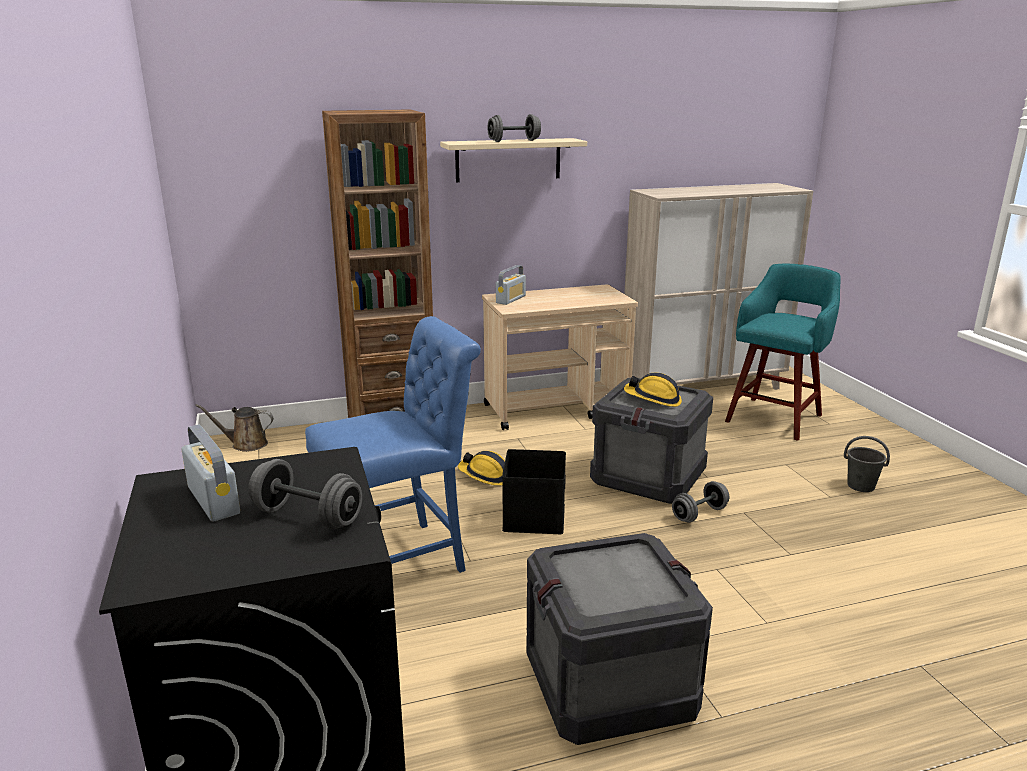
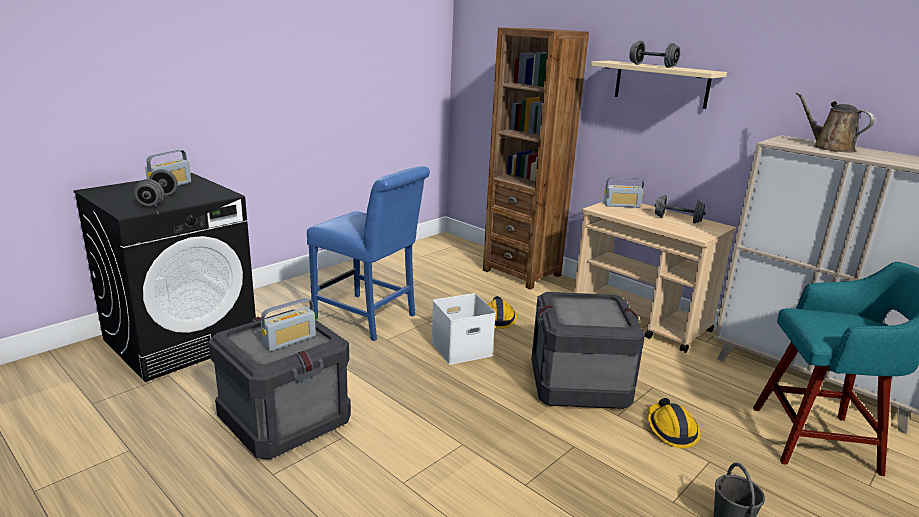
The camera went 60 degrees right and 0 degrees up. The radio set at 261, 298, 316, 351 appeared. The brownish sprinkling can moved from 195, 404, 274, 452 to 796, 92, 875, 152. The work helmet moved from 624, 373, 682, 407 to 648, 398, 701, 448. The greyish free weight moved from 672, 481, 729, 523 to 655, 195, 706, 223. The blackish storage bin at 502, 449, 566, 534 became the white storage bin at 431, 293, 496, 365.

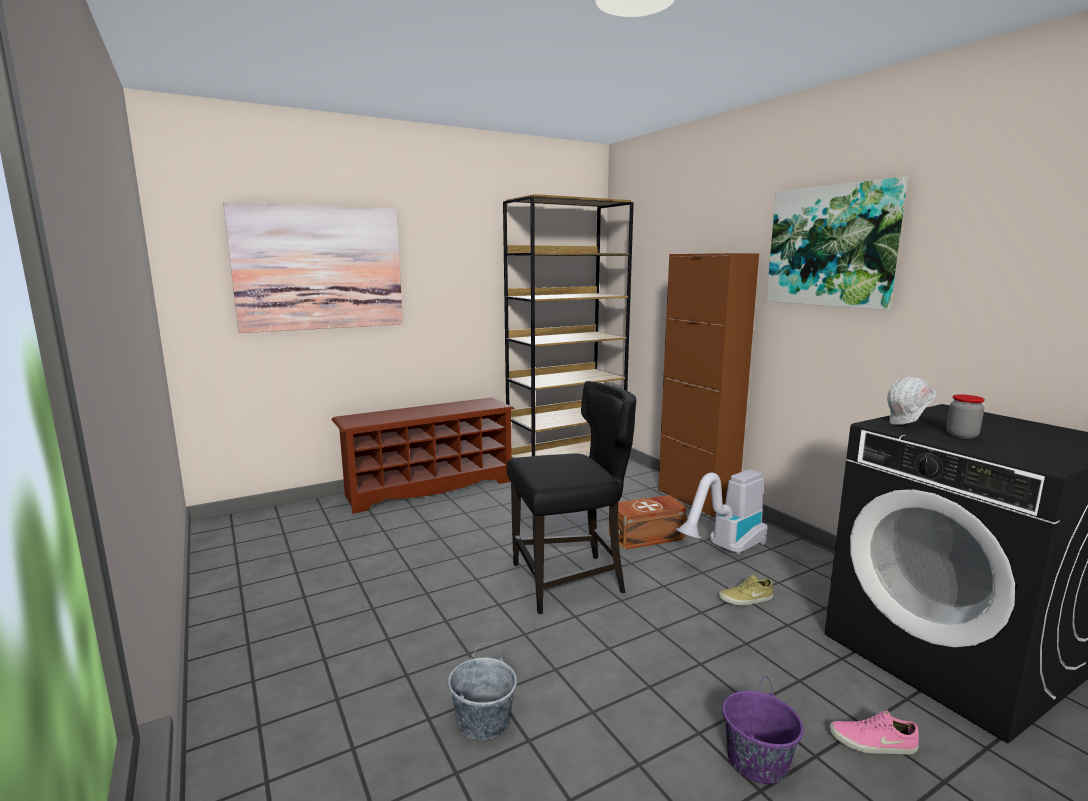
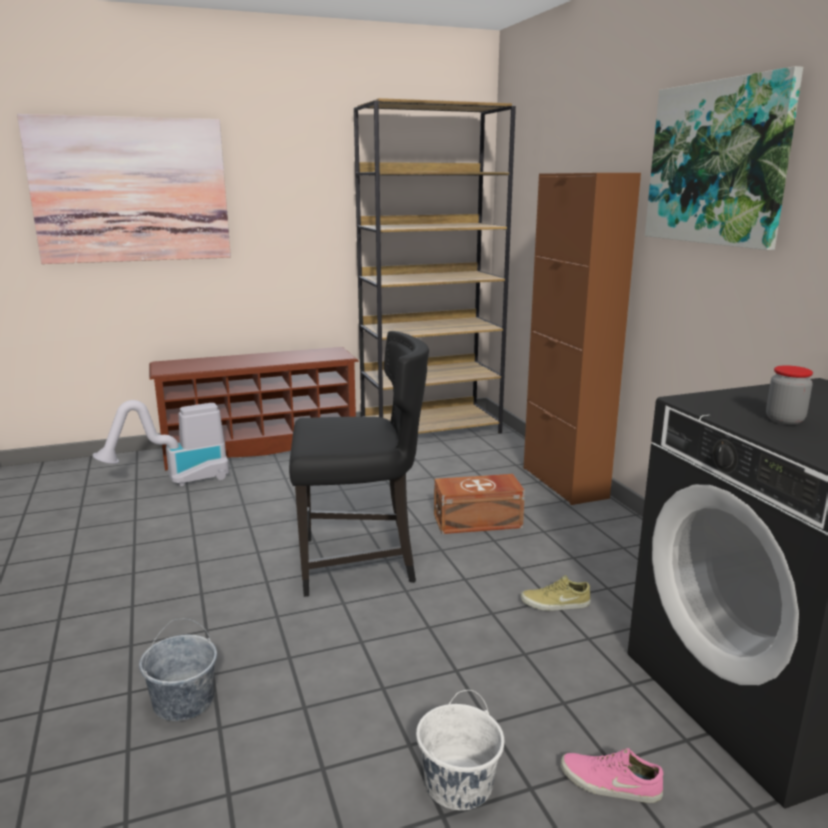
The camera went 10 degrees right and 5 degrees up. The white work helmet at 887, 377, 937, 425 disappeared. The vacuum cleaner moved from 676, 469, 767, 555 to 93, 400, 229, 486. The purple pail at 722, 676, 804, 784 became the white pail at 416, 690, 504, 811.

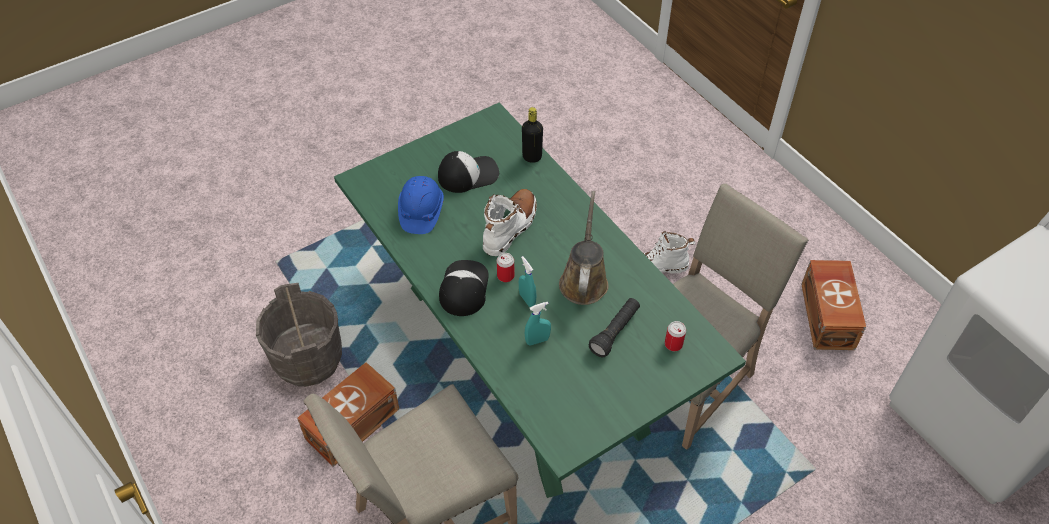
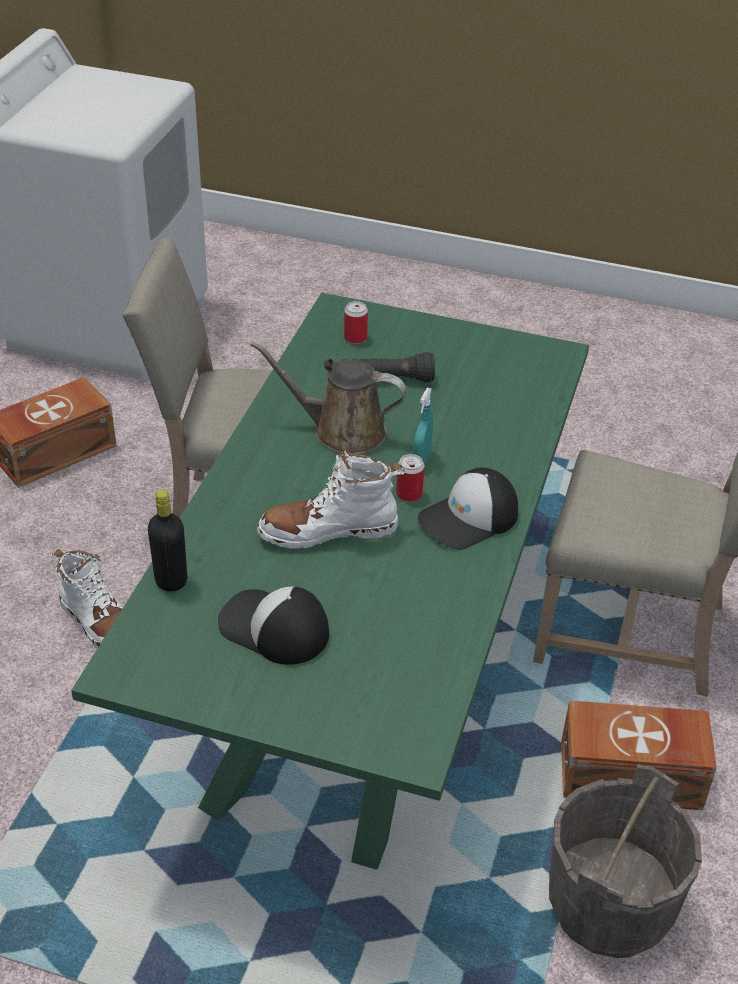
The camera went 130 degrees left and 10 degrees down. The blue-coloured work helmet at 398, 176, 444, 234 disappeared. The blue-green sprayer at 525, 302, 551, 345 disappeared. The brownish sprinkling can at 559, 191, 608, 305 turned 45 degrees clockwise.

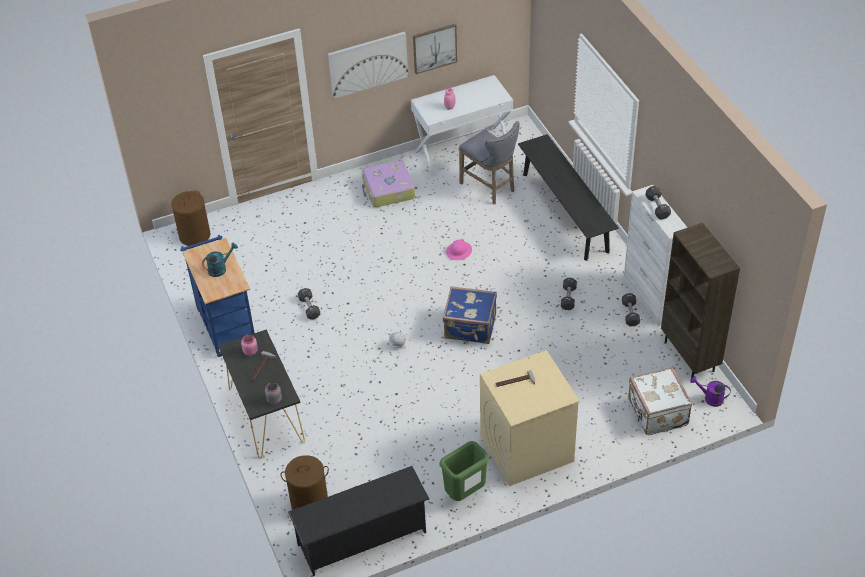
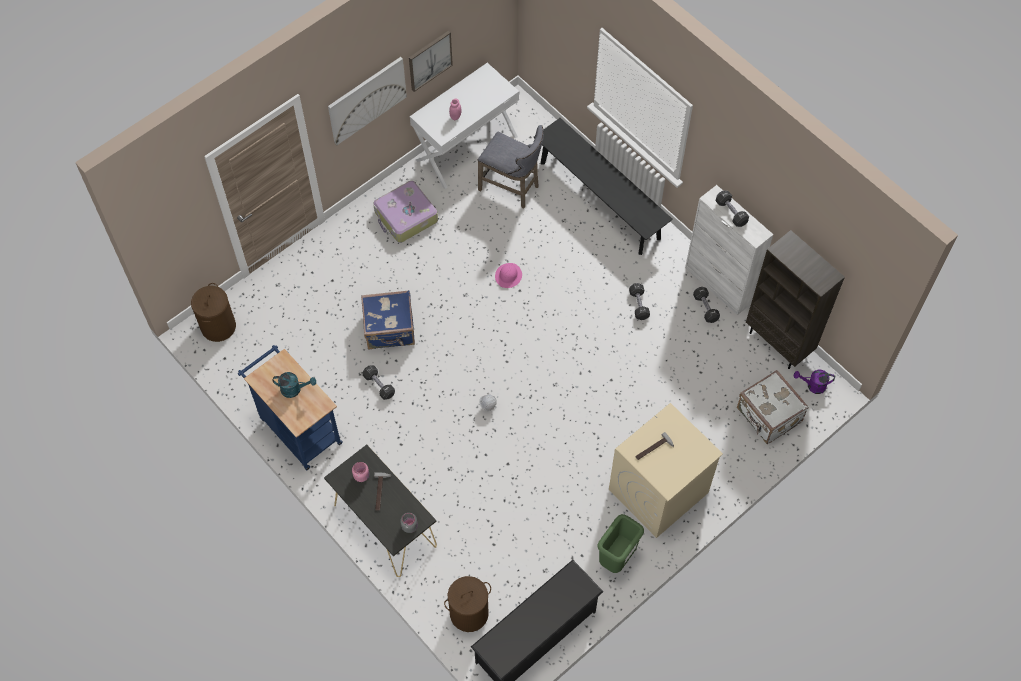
The camera went 20 degrees left and 15 degrees up. The blue-coloured suitcase moved from 443, 286, 497, 344 to 361, 290, 415, 349. The blue-green sprinkling can at 202, 243, 238, 277 turned 60 degrees clockwise.

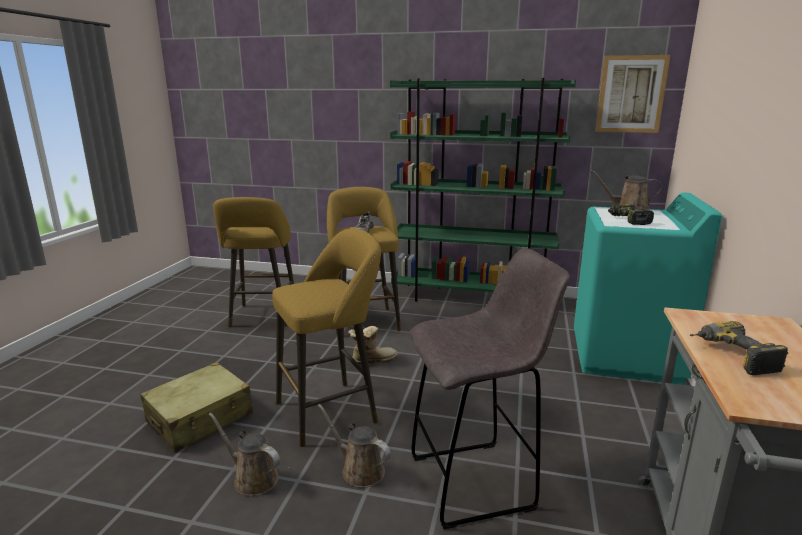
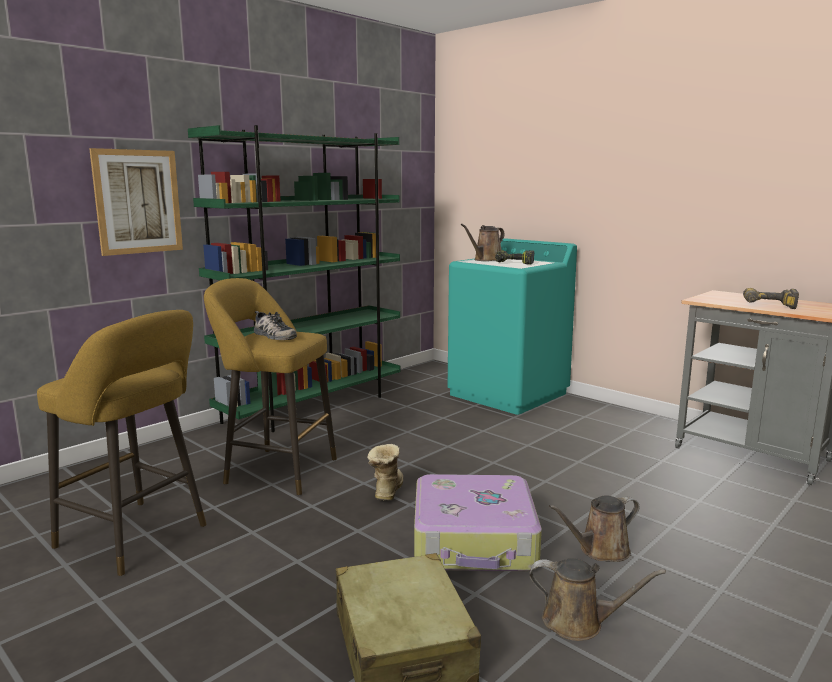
The camera went 60 degrees left and 5 degrees down. The greyish sitting stool at 409, 248, 570, 529 disappeared. The wall picture moved from 595, 55, 670, 133 to 89, 148, 183, 256. The yellowish sitting stool at 272, 228, 381, 447 was replaced by the suitcase at 414, 474, 542, 571. The brownish sprinkling can at 209, 412, 280, 496 turned 135 degrees counterclockwise.

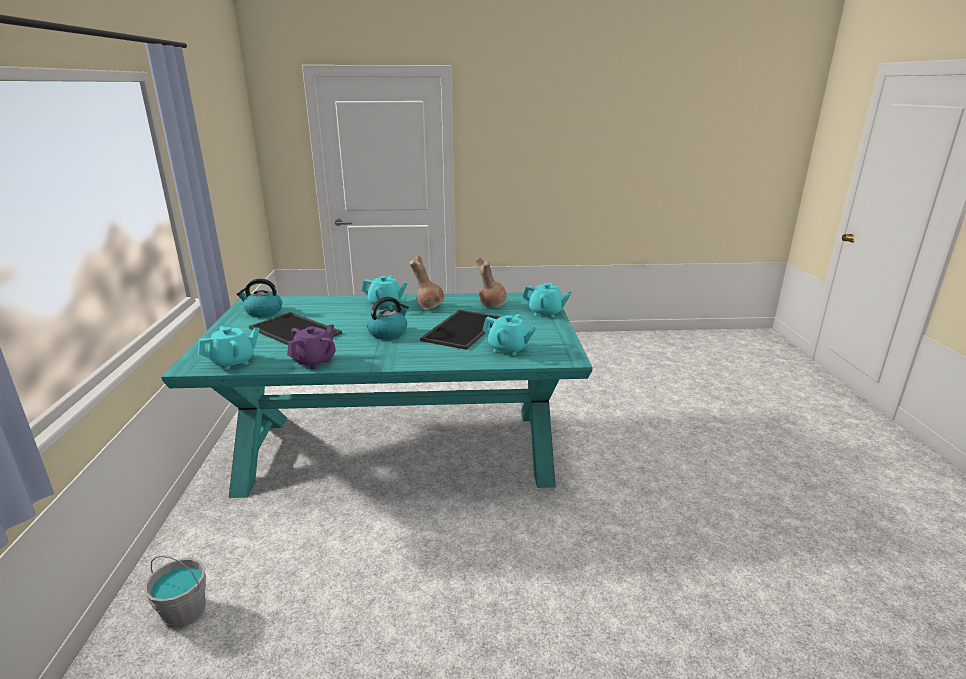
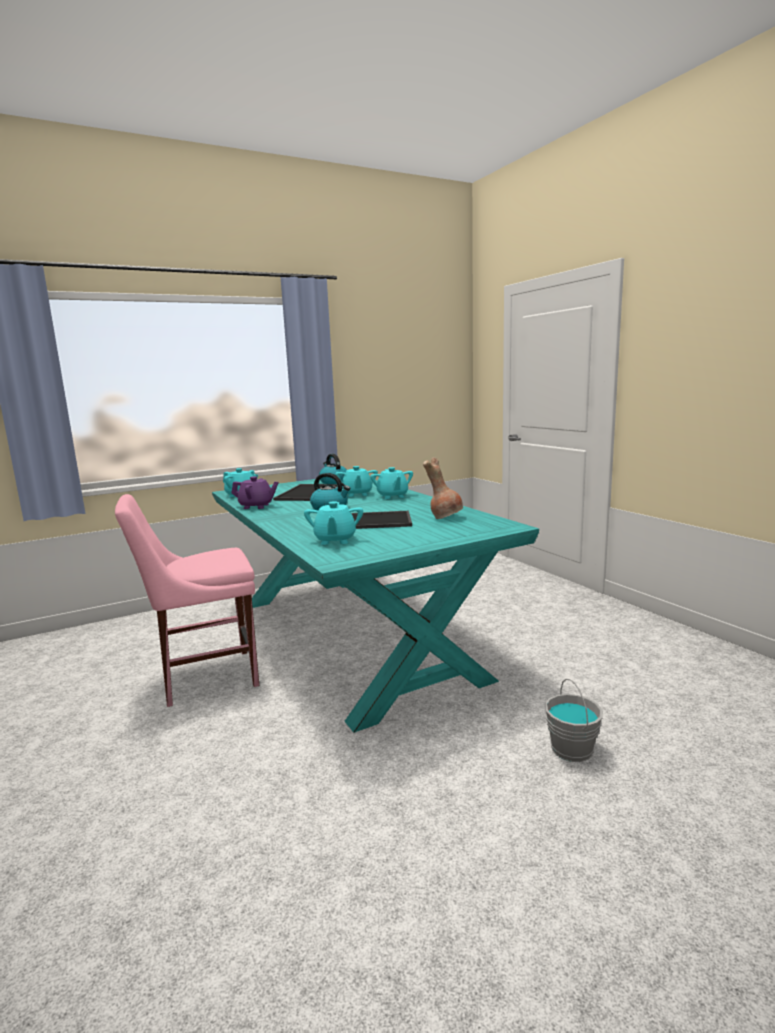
The camera went 65 degrees right and 10 degrees down. The brownish vase at 410, 256, 445, 310 disappeared. The pink-coloured upright chair at 115, 494, 259, 707 appeared. The greyish pail moved from 144, 556, 206, 628 to 544, 679, 603, 762. The blue-green teapot moved from 523, 283, 572, 318 to 335, 466, 378, 497.

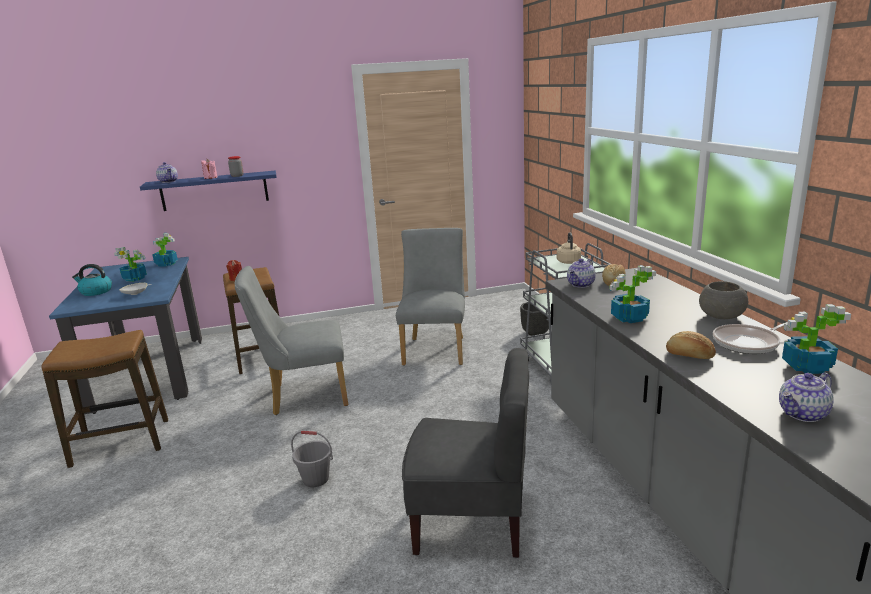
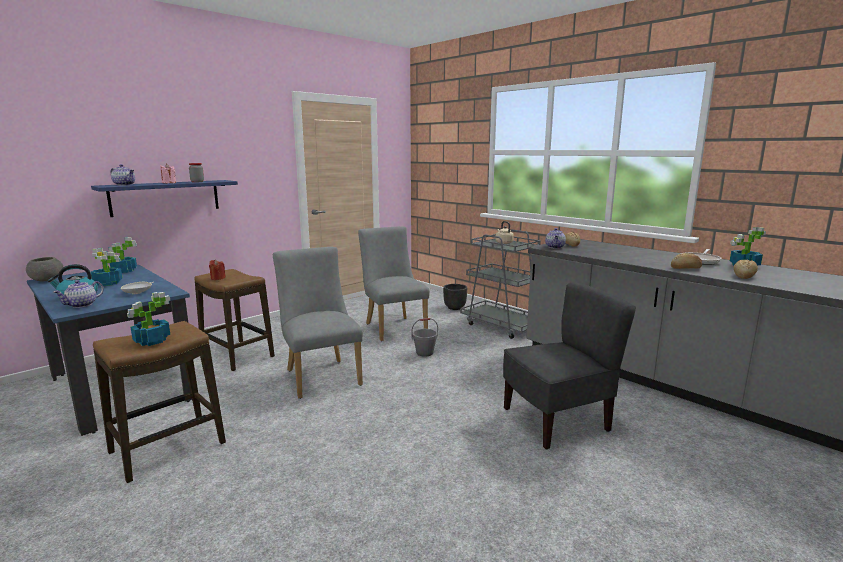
The camera went 30 degrees left and 5 degrees down. The bread at 734, 260, 758, 279 appeared. The greyish pail moved from 291, 431, 333, 487 to 412, 318, 438, 357. The potted plant moved from 609, 265, 656, 323 to 127, 292, 170, 346. The greyish bowl moved from 699, 281, 748, 319 to 26, 257, 63, 282. The teapot moved from 779, 373, 834, 422 to 54, 280, 104, 308. The greyish upright chair at 235, 266, 348, 415 turned 105 degrees clockwise.

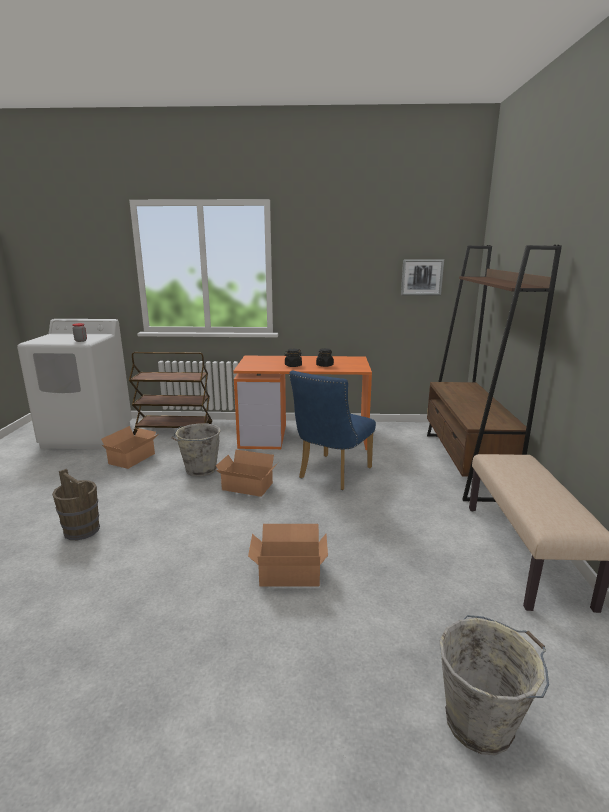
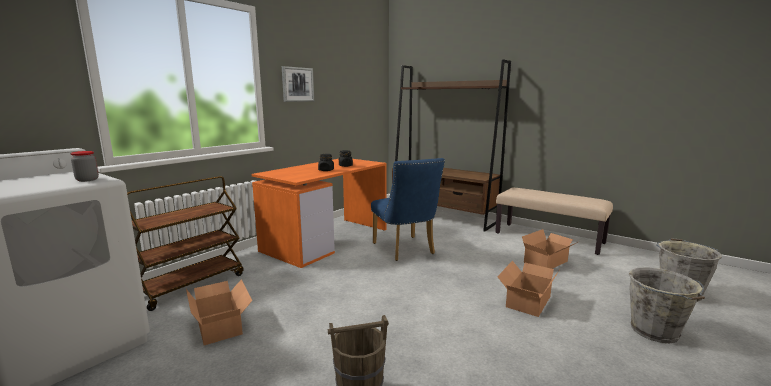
The camera went 55 degrees left and 5 degrees down. The greyish pail moved from 171, 423, 221, 477 to 629, 267, 705, 343. The cardboard box moved from 216, 450, 278, 497 to 522, 229, 578, 269. The wall picture moved from 401, 259, 444, 296 to 282, 66, 314, 102.

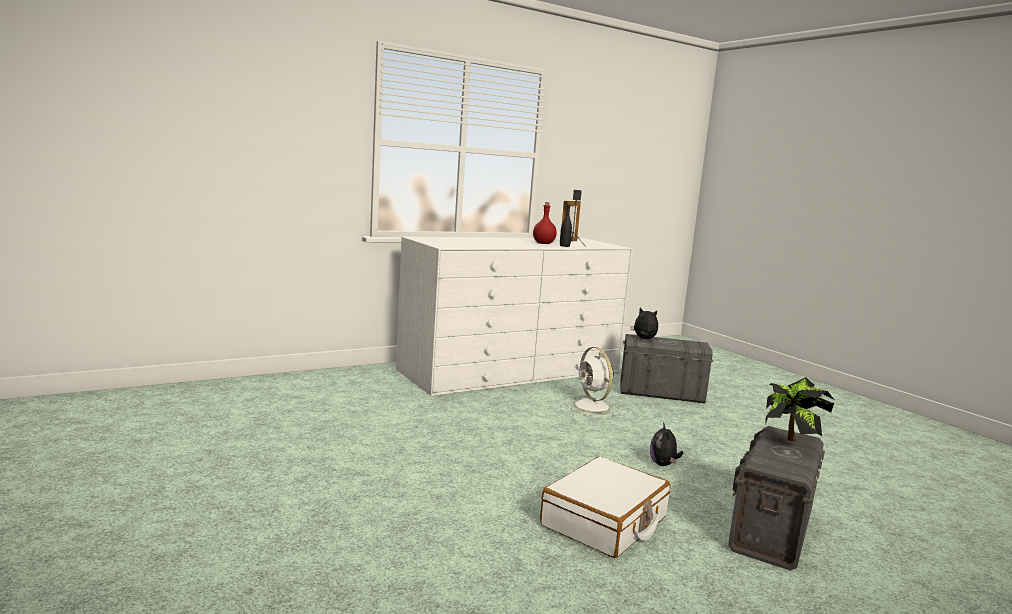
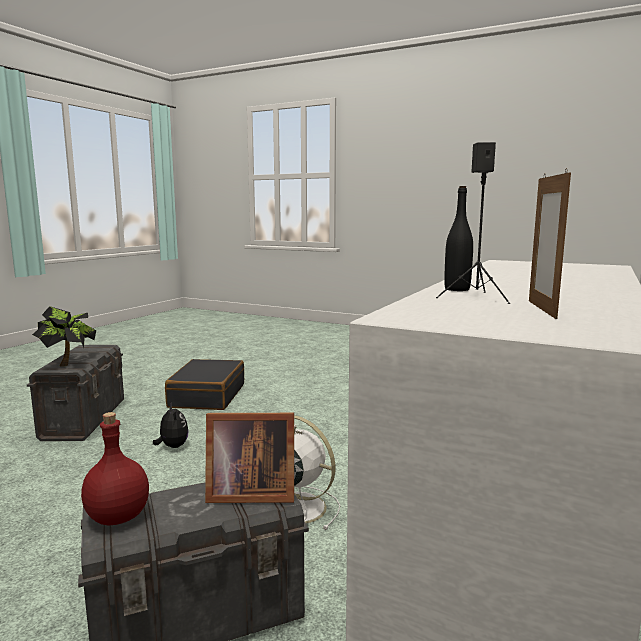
The camera went 150 degrees right and 0 degrees up. The red bottle moved from 533, 202, 557, 244 to 81, 412, 149, 525. The plush toy at 630, 308, 658, 339 was replaced by the picture frame at 205, 413, 294, 503. The white suitcase at 540, 456, 670, 558 became the blackish suitcase at 165, 359, 244, 410.

